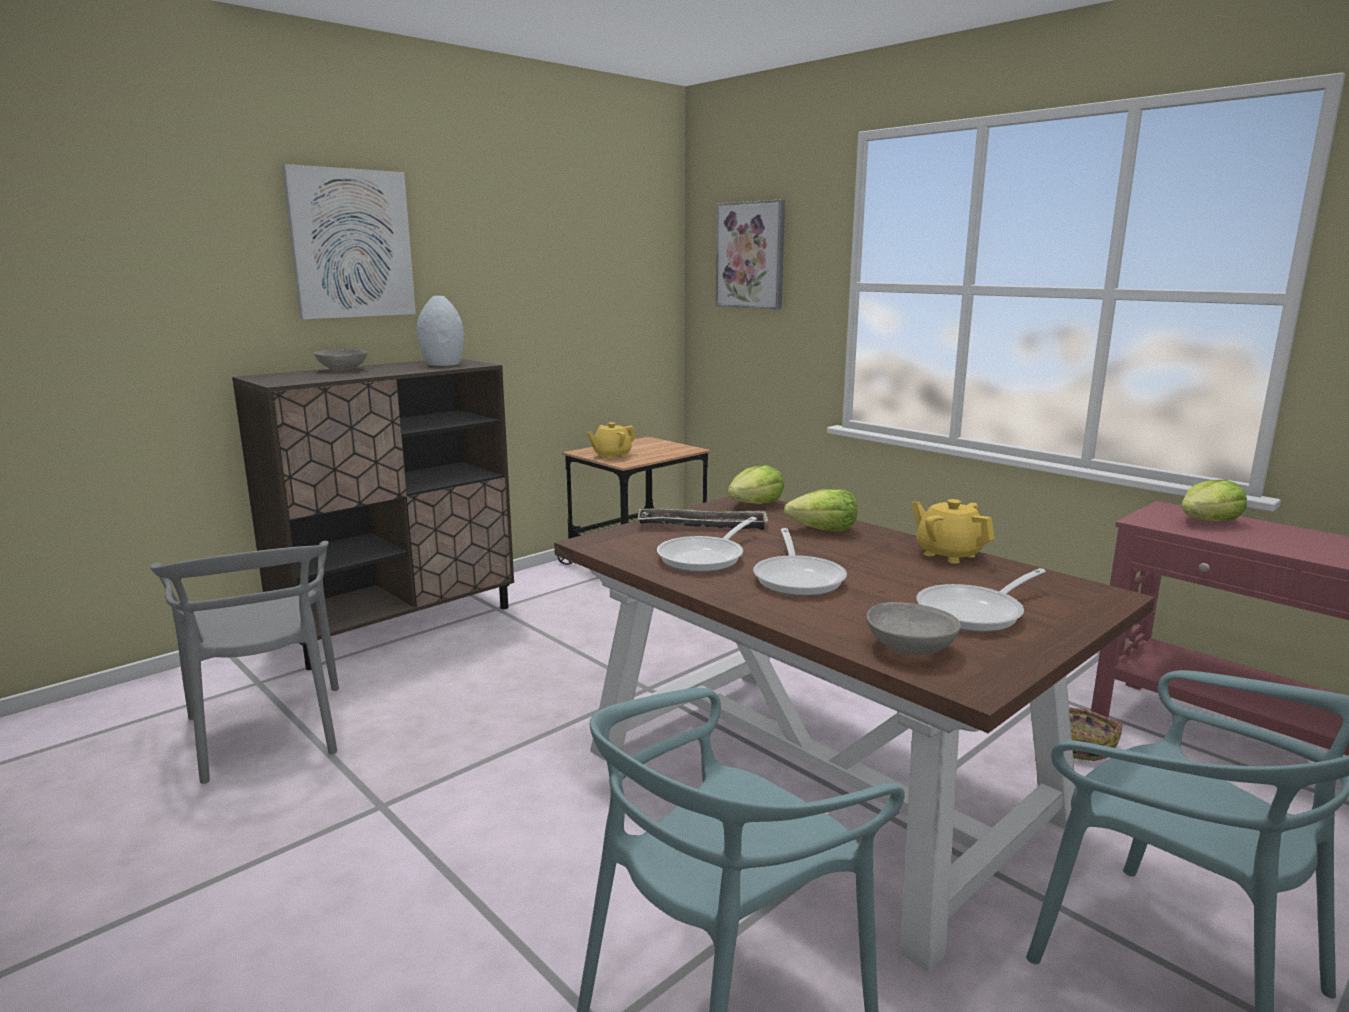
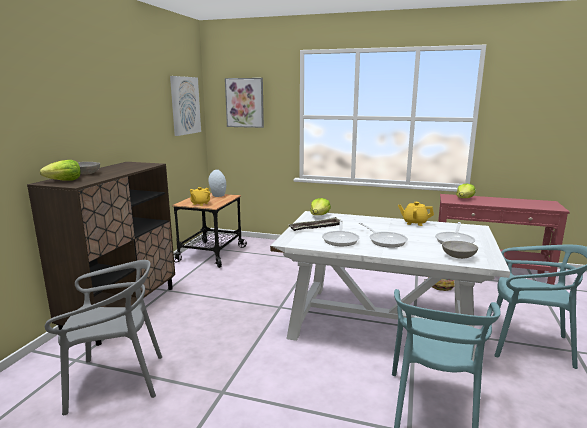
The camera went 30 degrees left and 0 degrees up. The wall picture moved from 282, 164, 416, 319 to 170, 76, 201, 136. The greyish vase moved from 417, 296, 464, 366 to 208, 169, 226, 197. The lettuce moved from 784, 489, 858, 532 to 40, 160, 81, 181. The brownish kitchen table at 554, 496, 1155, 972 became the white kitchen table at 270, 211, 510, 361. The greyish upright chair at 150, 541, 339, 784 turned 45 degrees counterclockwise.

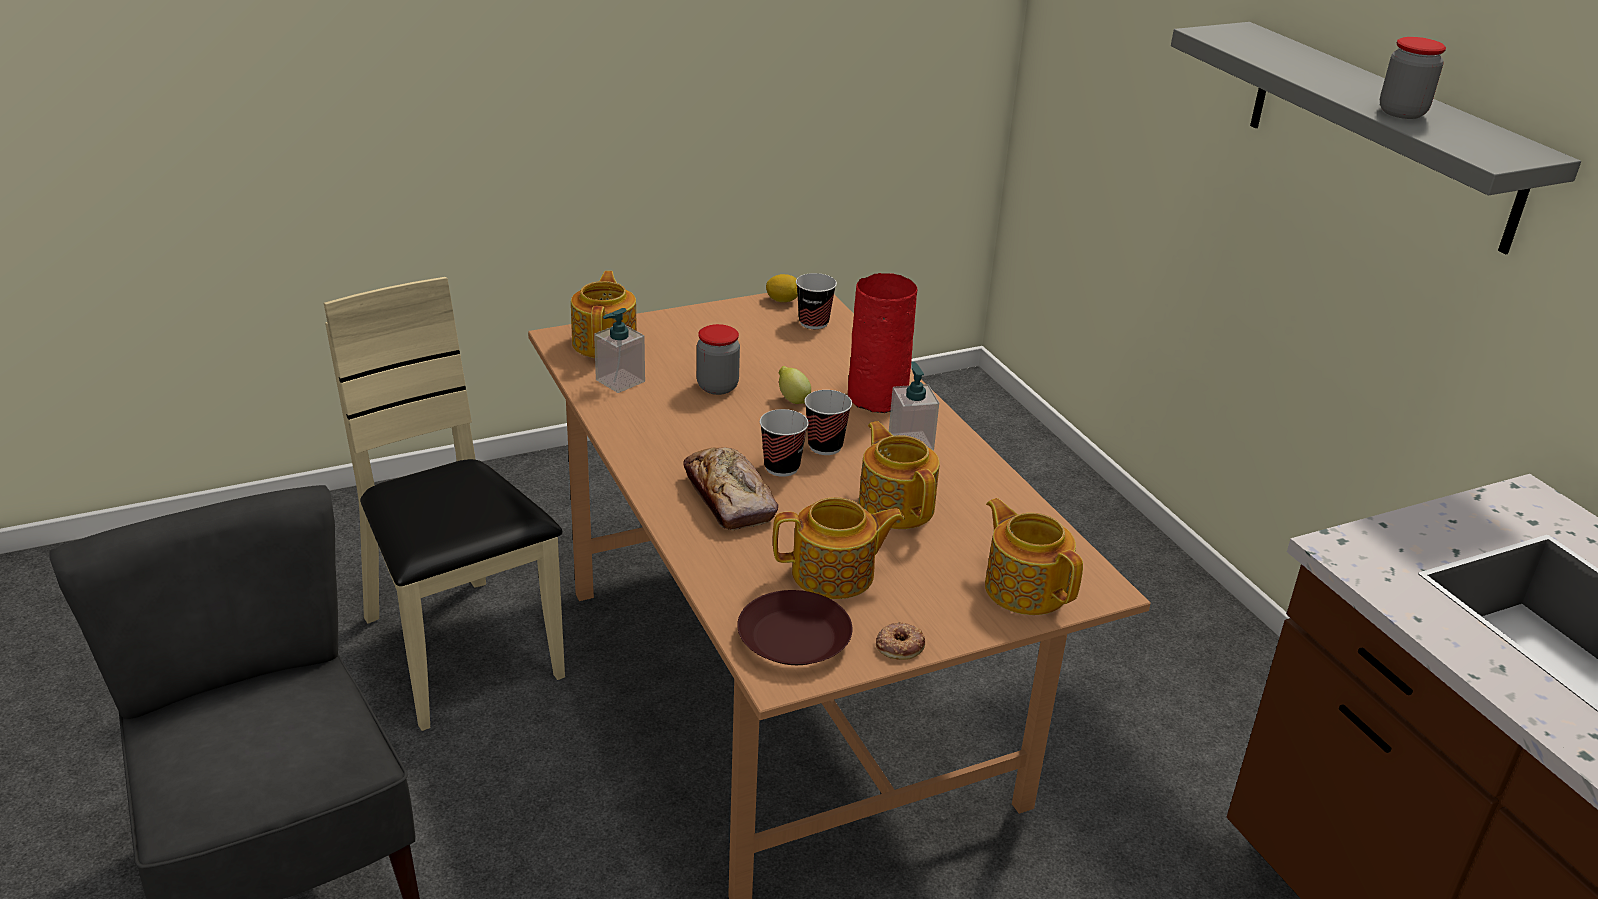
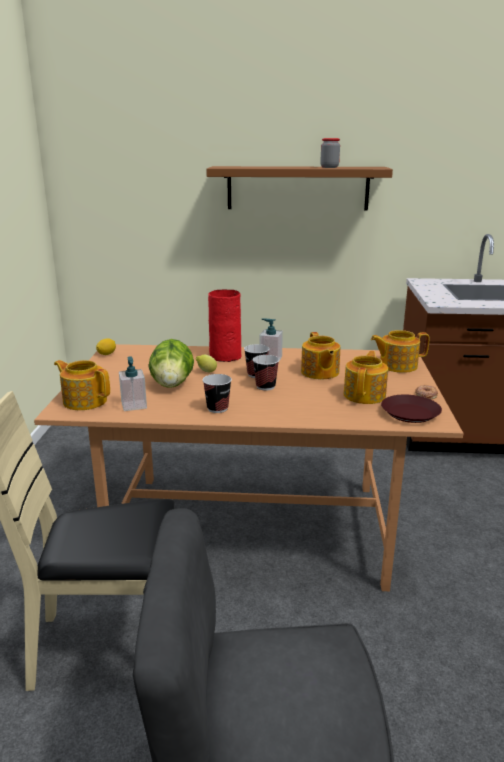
The camera went 60 degrees left and 10 degrees down. The bread at 684, 447, 778, 531 disappeared. The drinking cup moved from 796, 273, 837, 329 to 203, 374, 232, 413. The jar at 697, 324, 740, 395 was replaced by the lettuce at 149, 339, 194, 388. The greyish shelf at 1171, 22, 1581, 254 became the brownish shelf at 206, 166, 393, 210. The teapot at 858, 421, 940, 529 turned 105 degrees counterclockwise.

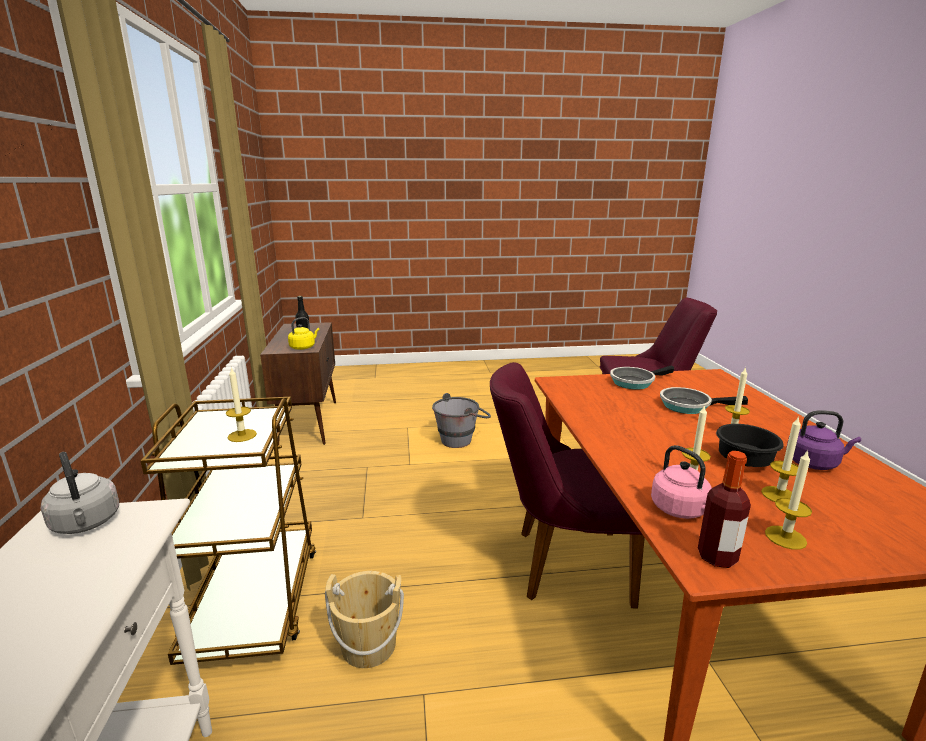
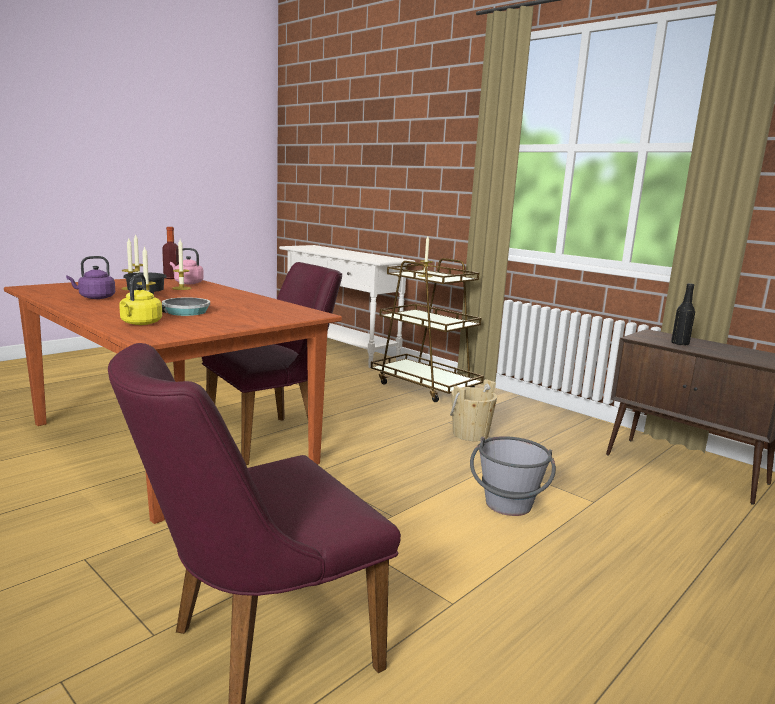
The camera went 140 degrees right and 5 degrees down. The greyish kettle at 41, 452, 119, 534 disappeared. The skillet at 610, 366, 674, 389 disappeared. The yellowish kettle moved from 288, 317, 320, 350 to 119, 273, 162, 325. The beige pail moved from 325, 571, 404, 668 to 450, 379, 497, 441.

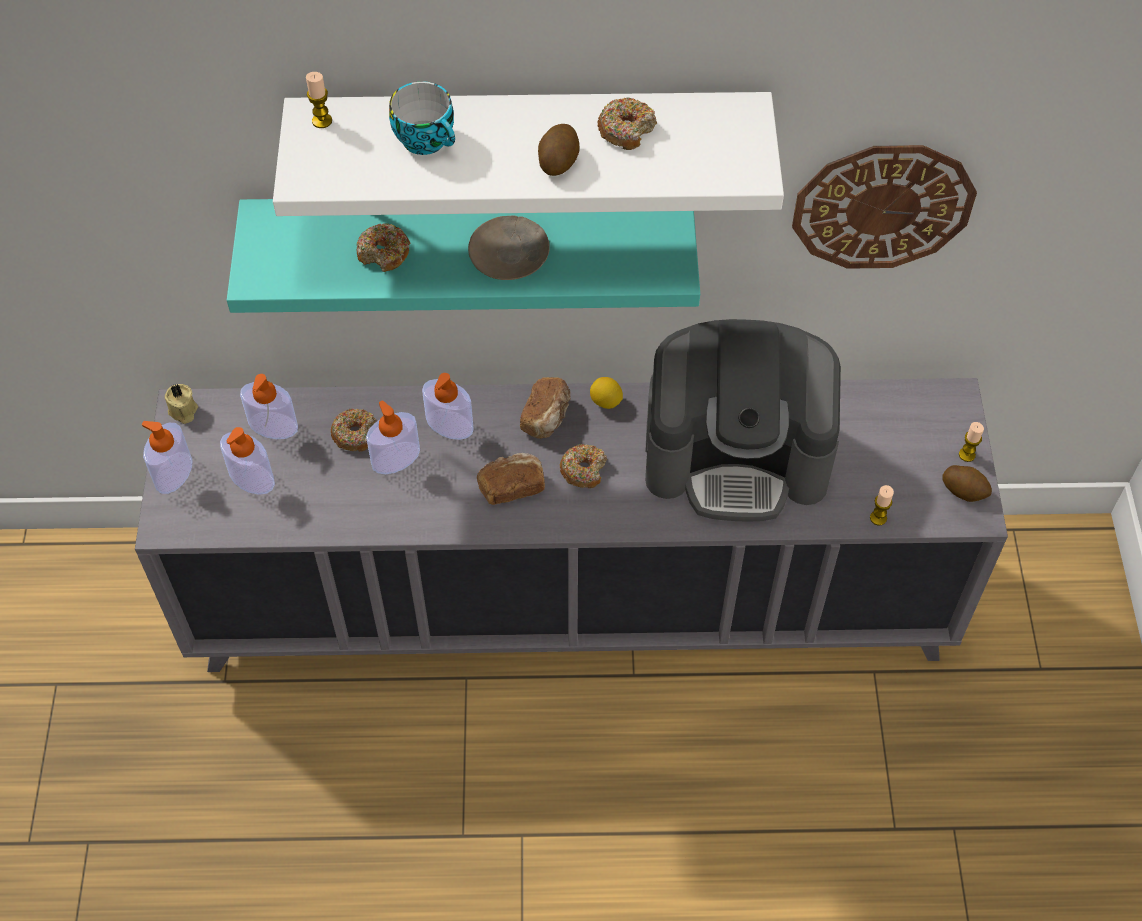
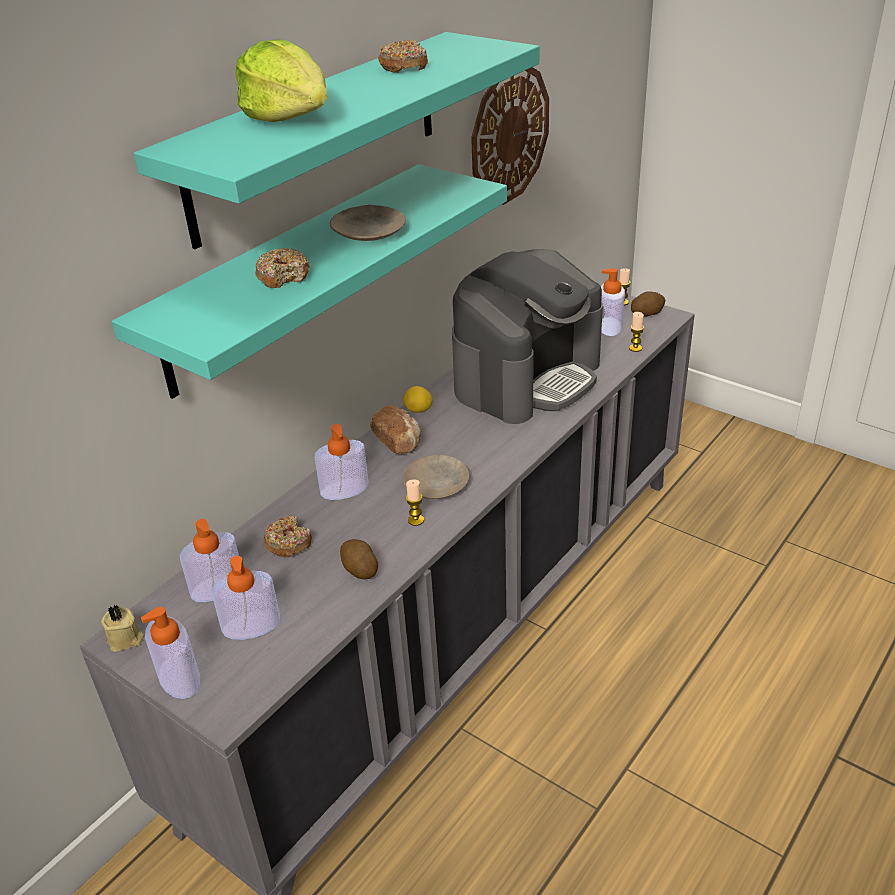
The camera went 50 degrees left and 20 degrees down. The doughnut at 560, 444, 607, 488 disappeared. The wax candle moved from 306, 72, 332, 128 to 406, 479, 424, 526. The liquid soap bottle moved from 366, 400, 420, 474 to 601, 268, 625, 336. The spud moved from 538, 124, 580, 176 to 340, 539, 378, 579. The drinking cup at 389, 81, 455, 155 was replaced by the lettuce at 236, 39, 328, 122. The bread at 477, 453, 545, 505 was replaced by the beige flat dish at 403, 455, 469, 499. The white shelf at 273, 92, 784, 216 became the blue-green shelf at 134, 32, 540, 249.

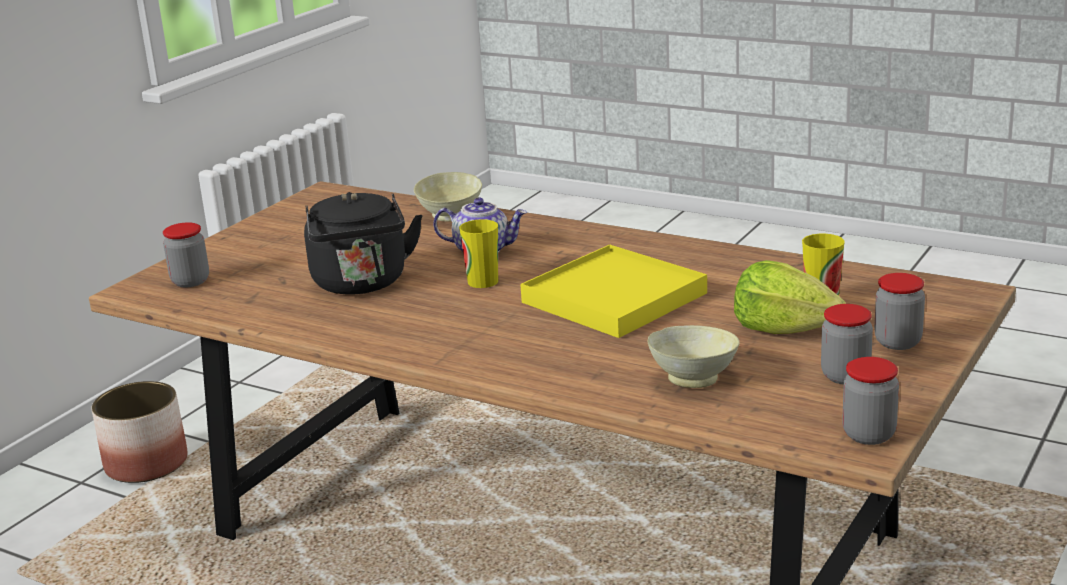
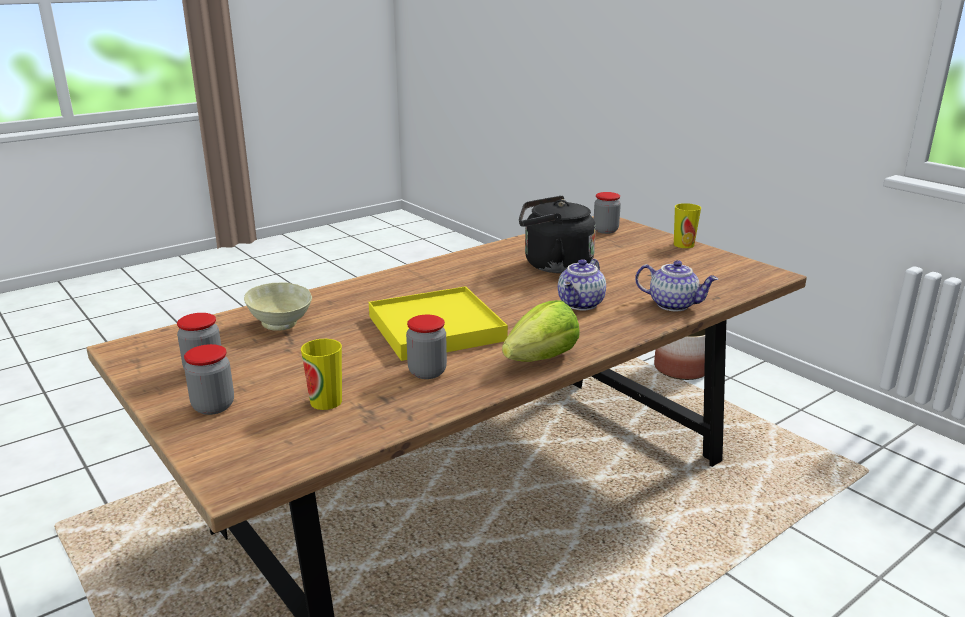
The camera went 110 degrees right and 0 degrees up. The drinking cup moved from 459, 219, 498, 288 to 674, 203, 701, 248. The lettuce moved from 734, 260, 846, 334 to 502, 300, 580, 362. The jar moved from 842, 357, 899, 445 to 406, 315, 447, 379. The beige bowl at 414, 172, 482, 222 was replaced by the teapot at 635, 260, 718, 311.

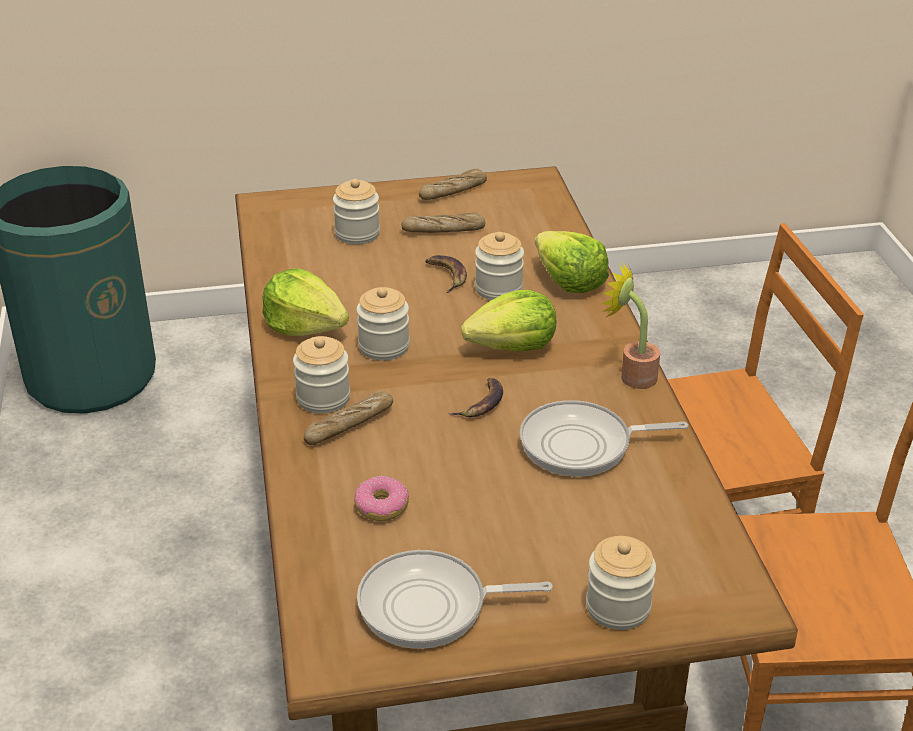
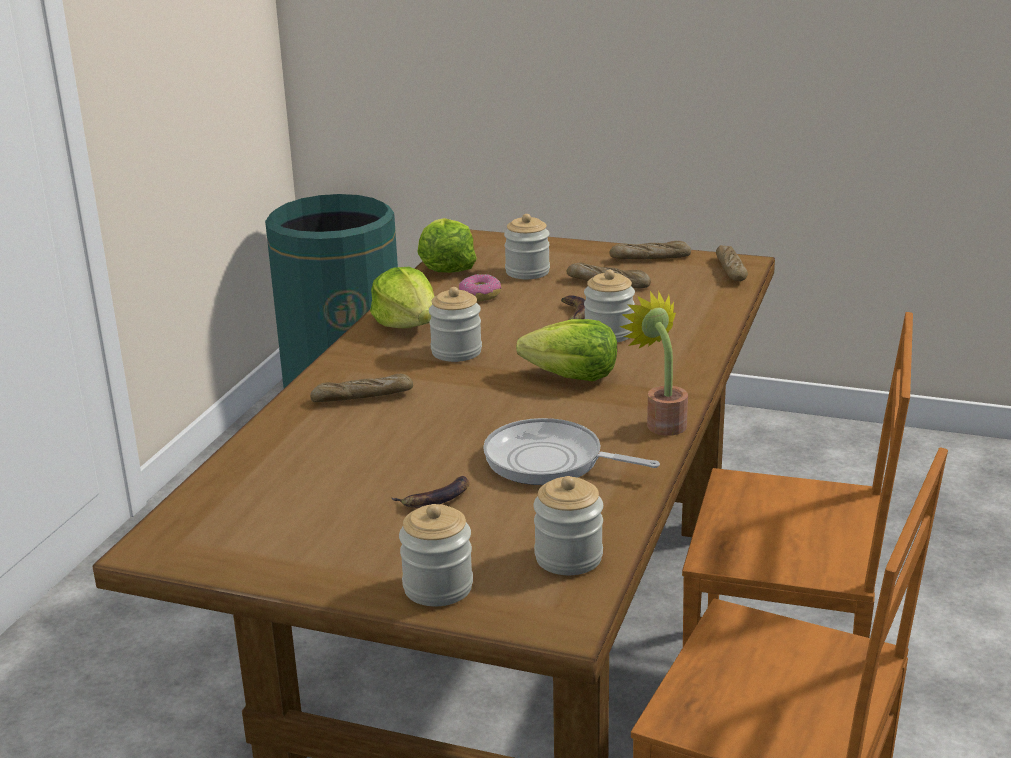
The camera went 30 degrees right and 10 degrees down. The skillet at 357, 550, 553, 649 disappeared. The bread at 716, 245, 748, 281 appeared. The jar moved from 293, 336, 350, 414 to 533, 476, 603, 575. The doughnut moved from 354, 476, 409, 522 to 459, 274, 501, 301. The banana moved from 448, 378, 503, 417 to 392, 476, 469, 508. The lettuce moved from 535, 231, 609, 293 to 418, 218, 477, 273.

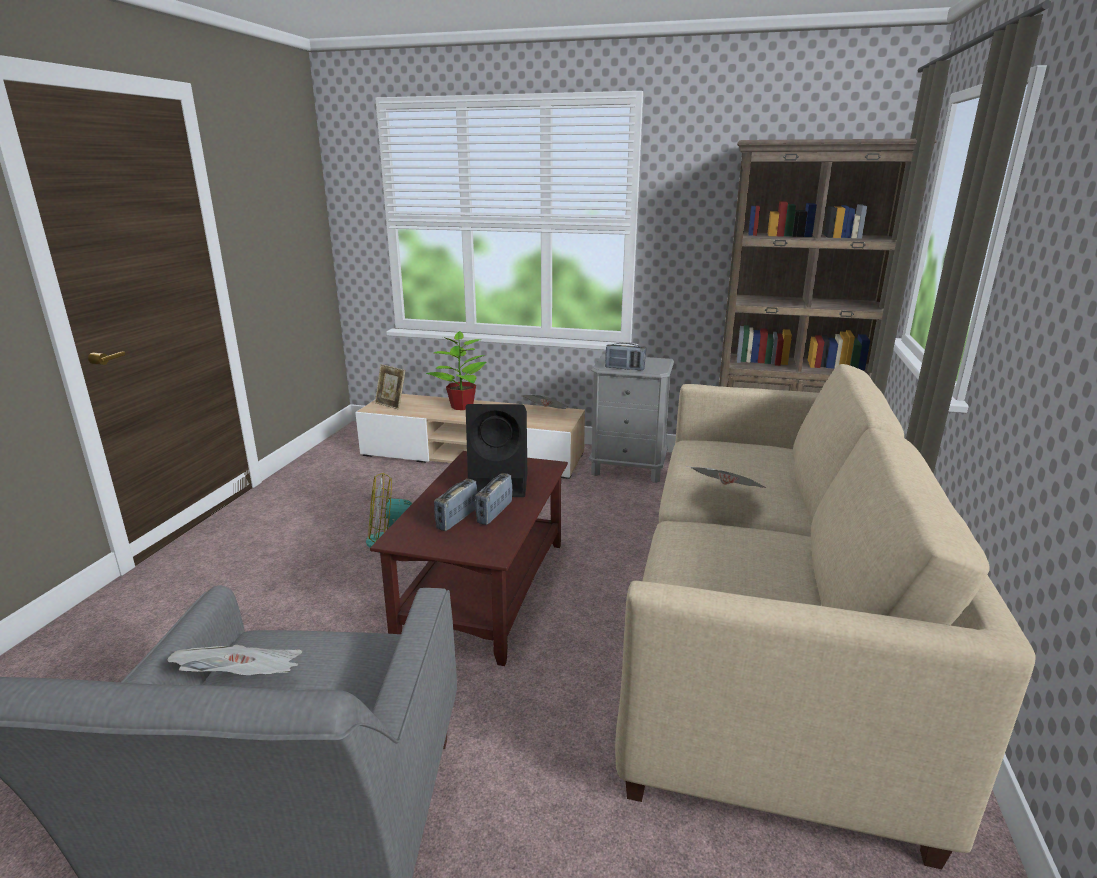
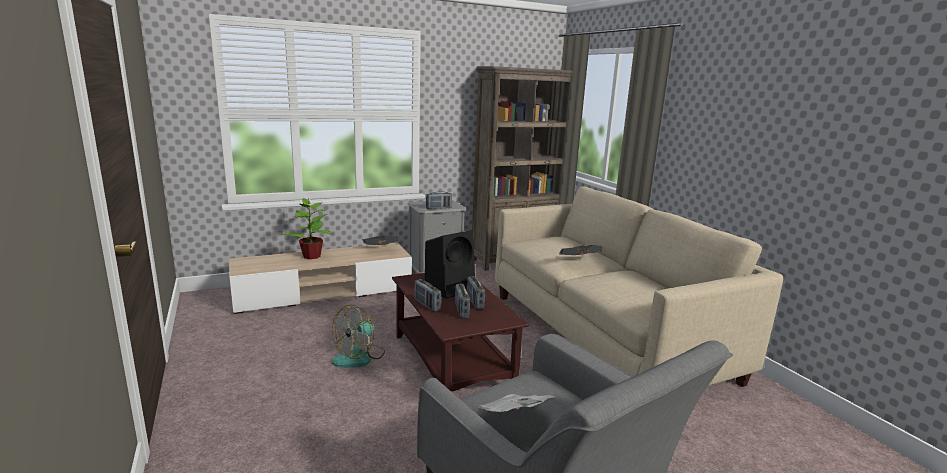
The camera went 40 degrees left and 5 degrees down. The picture frame at 375, 364, 405, 410 disappeared. The radio set at 414, 279, 441, 312 appeared.

